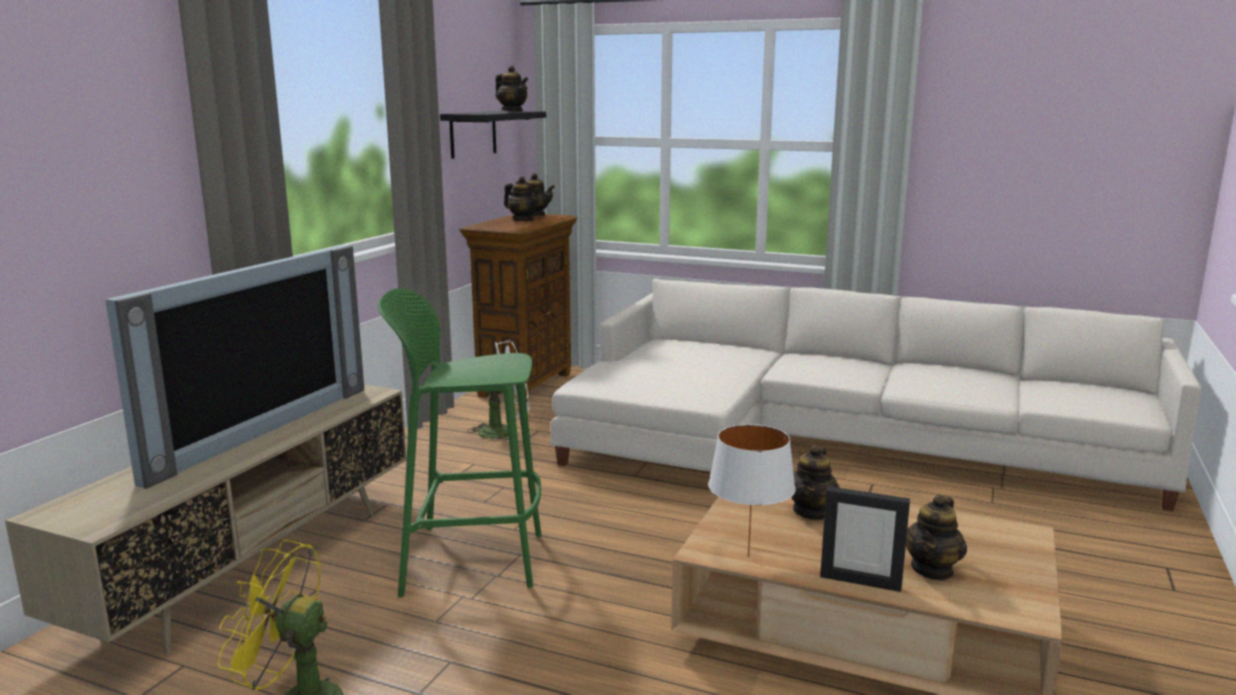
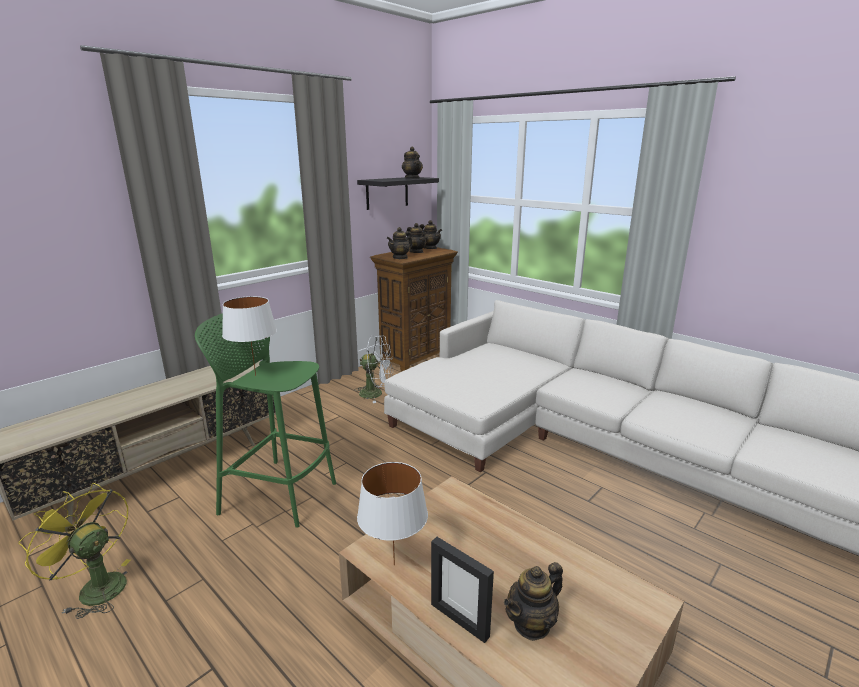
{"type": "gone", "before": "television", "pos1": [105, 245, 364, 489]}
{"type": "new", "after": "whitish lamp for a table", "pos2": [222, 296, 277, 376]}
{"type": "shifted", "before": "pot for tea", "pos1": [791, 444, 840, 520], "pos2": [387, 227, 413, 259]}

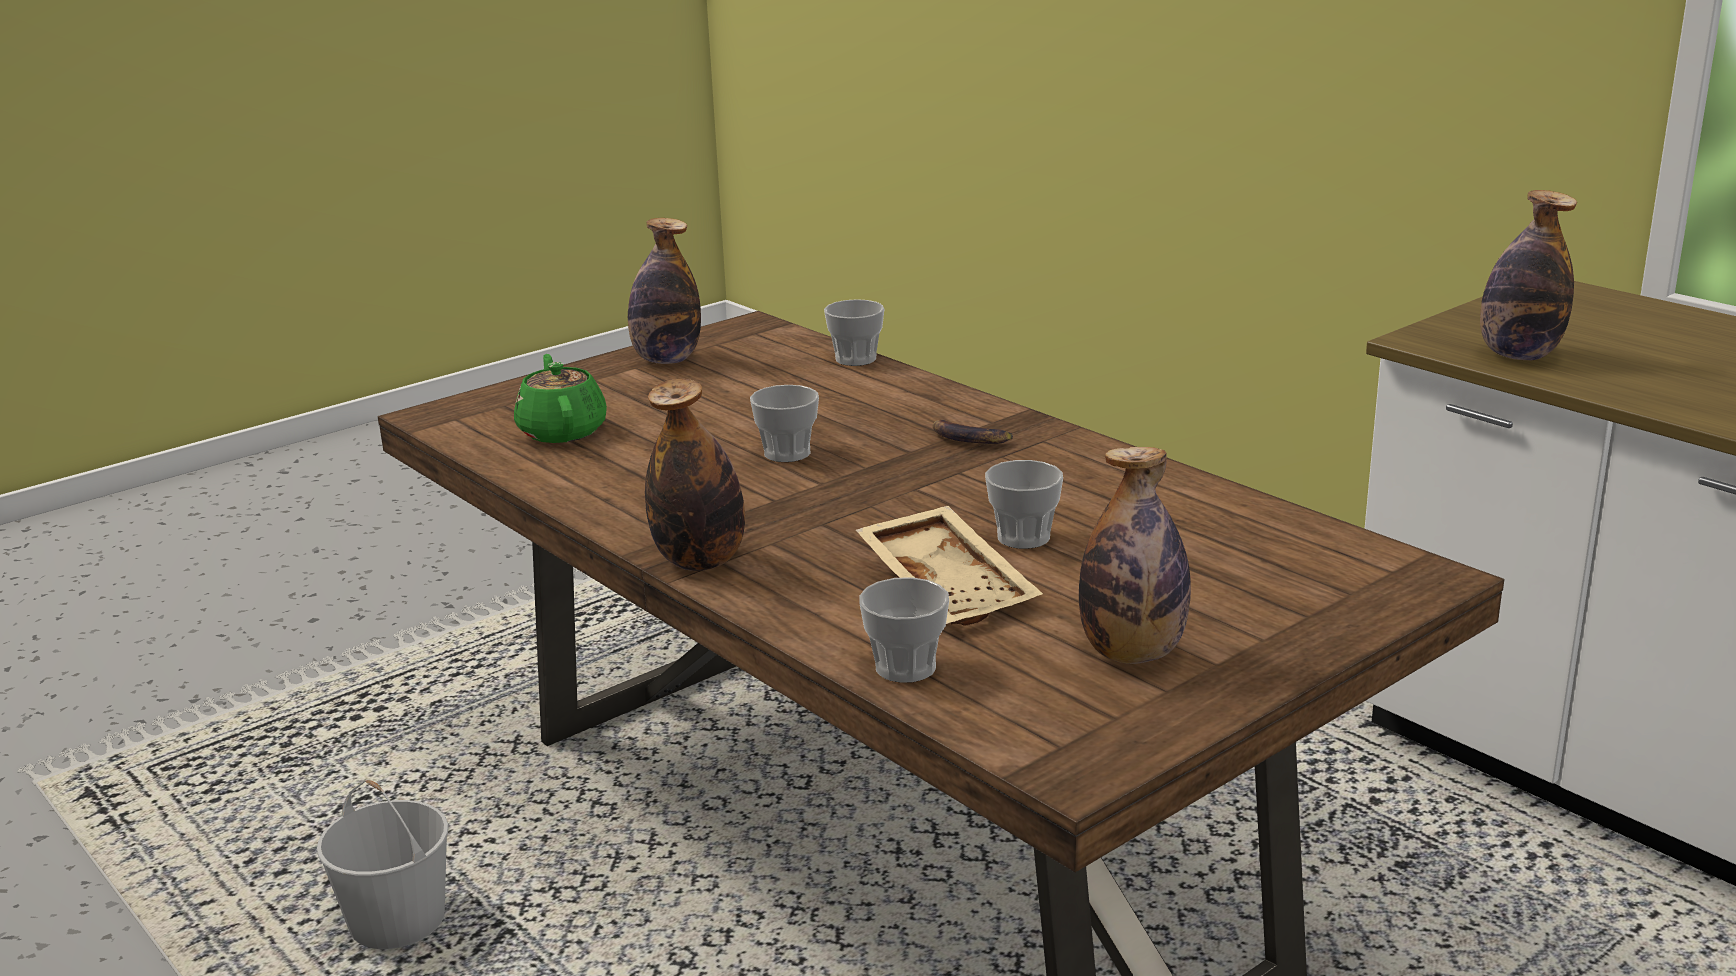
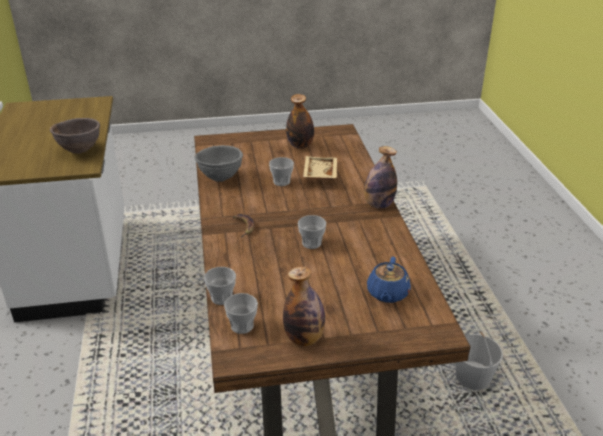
{"type": "new", "after": "greyish deep dish", "pos2": [194, 145, 243, 182]}
{"type": "shifted", "before": "cup", "pos1": [859, 577, 949, 683], "pos2": [224, 293, 258, 334]}
{"type": "swapped", "before": "drink bottle", "after": "brown-coloured deep dish", "pos1": [1480, 190, 1577, 360], "pos2": [50, 118, 100, 154]}
{"type": "repainted", "before": "greenish pot for tea", "after": "blue-coloured pot for tea", "pos1": [514, 354, 607, 443], "pos2": [367, 257, 411, 303]}

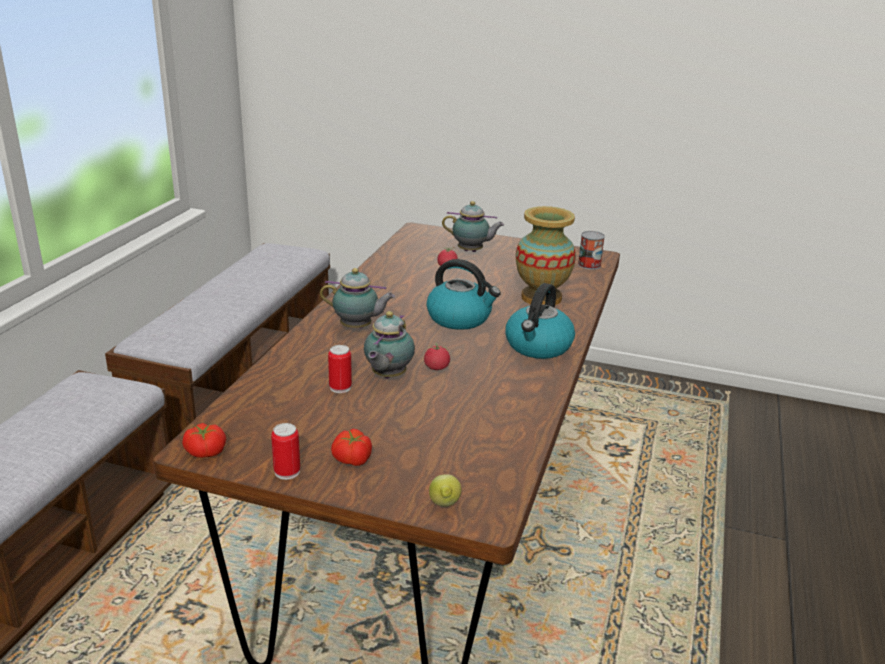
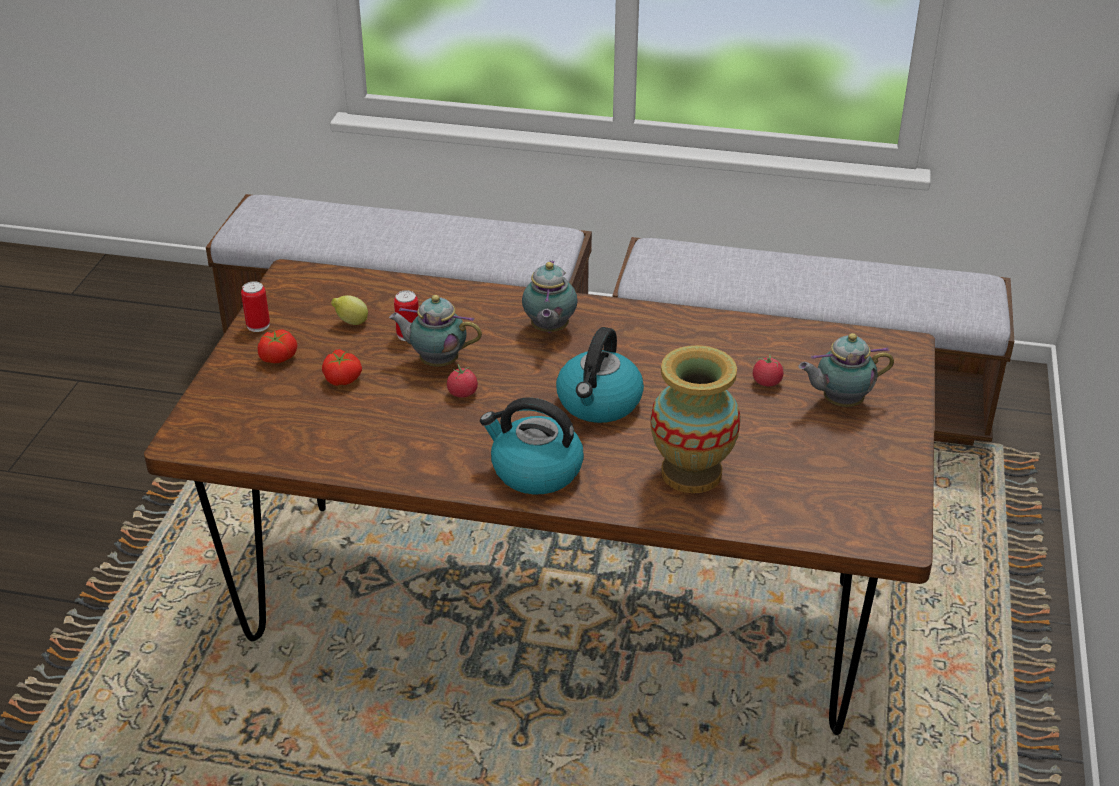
{"type": "gone", "before": "can", "pos1": [578, 231, 605, 270]}
{"type": "shifted", "before": "whole tomato", "pos1": [183, 423, 226, 458], "pos2": [322, 349, 362, 386]}
{"type": "shifted", "before": "citrus fruit", "pos1": [429, 474, 461, 507], "pos2": [331, 295, 368, 325]}
{"type": "rotated", "before": "pot for tea", "pos1": [442, 201, 504, 252], "pos2": [798, 333, 894, 407], "turn": 75}

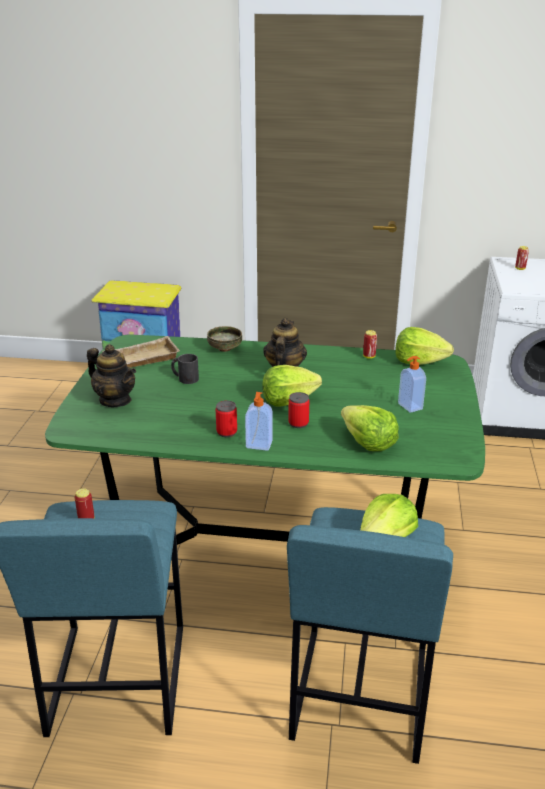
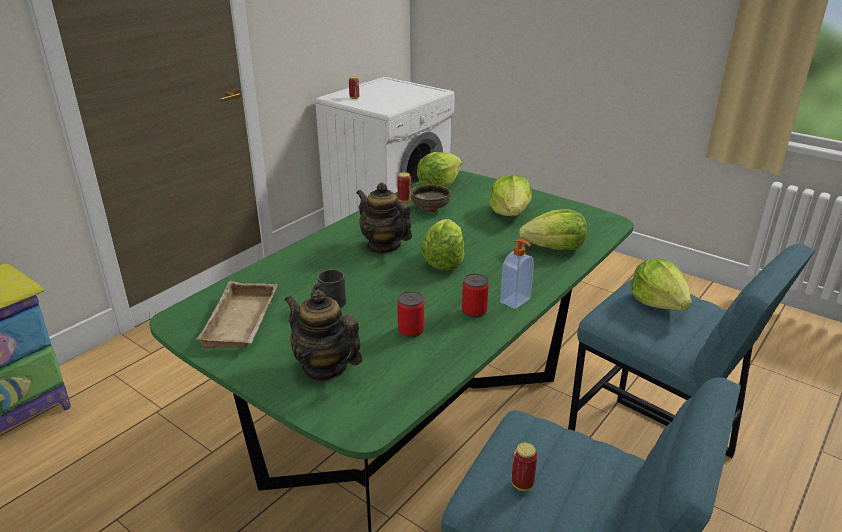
{"type": "shifted", "before": "deep dish", "pos1": [207, 326, 242, 352], "pos2": [411, 185, 450, 212]}
{"type": "shifted", "before": "can", "pos1": [288, 392, 309, 428], "pos2": [397, 291, 424, 338]}
{"type": "swapped", "before": "soap dispenser", "after": "lettuce head", "pos1": [398, 356, 426, 413], "pos2": [489, 175, 532, 216]}
{"type": "rotated", "before": "pot for tea", "pos1": [87, 344, 136, 407], "pos2": [284, 290, 363, 382], "turn": -120}

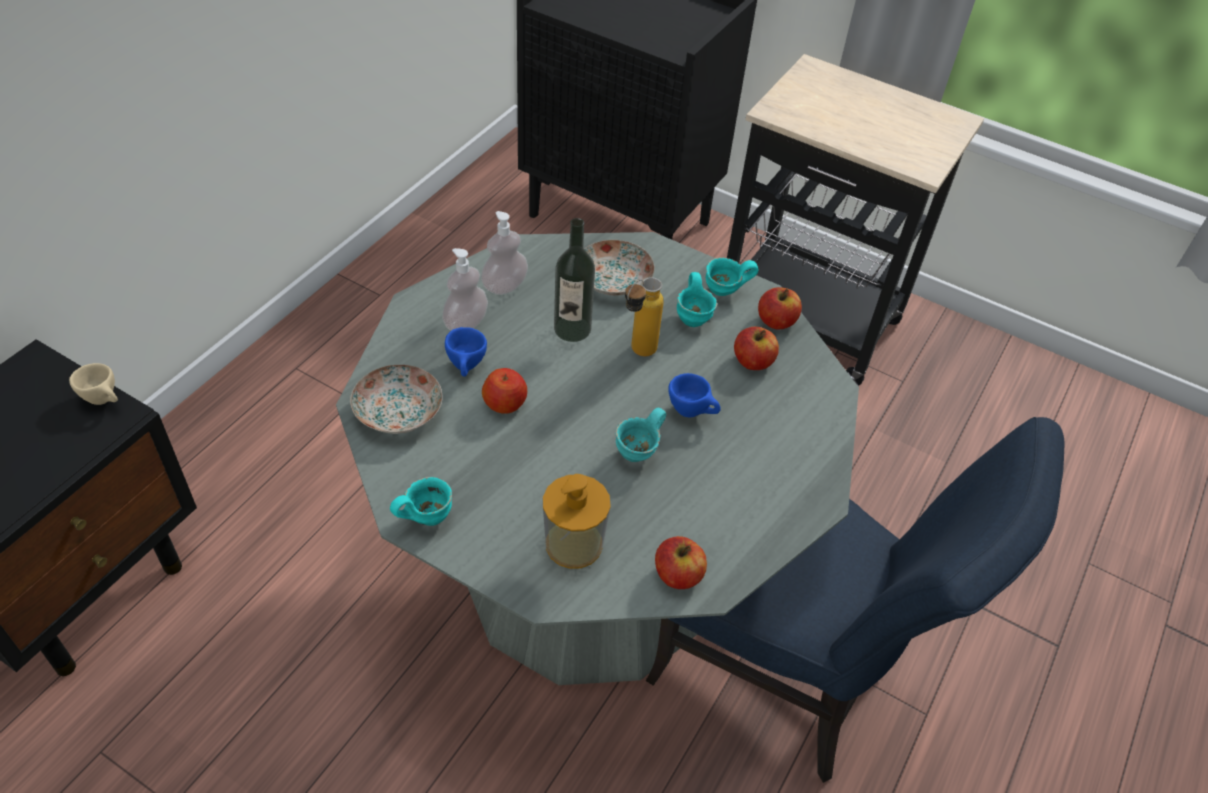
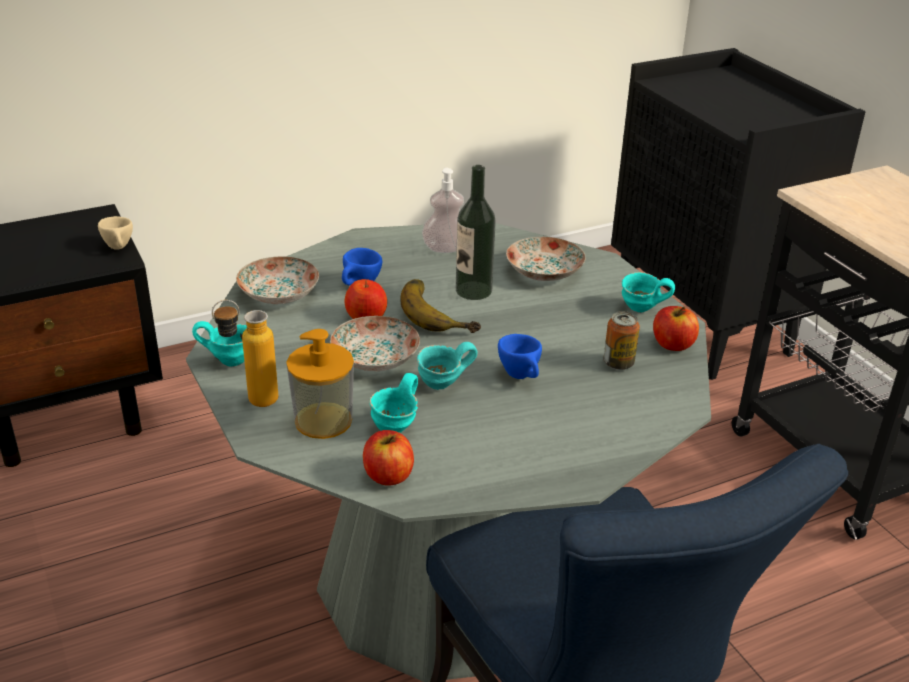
{"type": "gone", "before": "soap dispenser", "pos1": [442, 248, 488, 330]}
{"type": "new", "after": "flat dish", "pos2": [330, 316, 420, 372]}
{"type": "new", "after": "banana fruit", "pos2": [400, 279, 481, 333]}
{"type": "shifted", "before": "drink bottle", "pos1": [625, 277, 664, 356], "pos2": [212, 300, 278, 407]}
{"type": "shifted", "before": "turquoise-coloured coffee mug", "pos1": [677, 272, 717, 327], "pos2": [369, 373, 418, 433]}
{"type": "swapped", "before": "whole apple", "after": "can", "pos1": [734, 327, 779, 370], "pos2": [603, 311, 640, 370]}

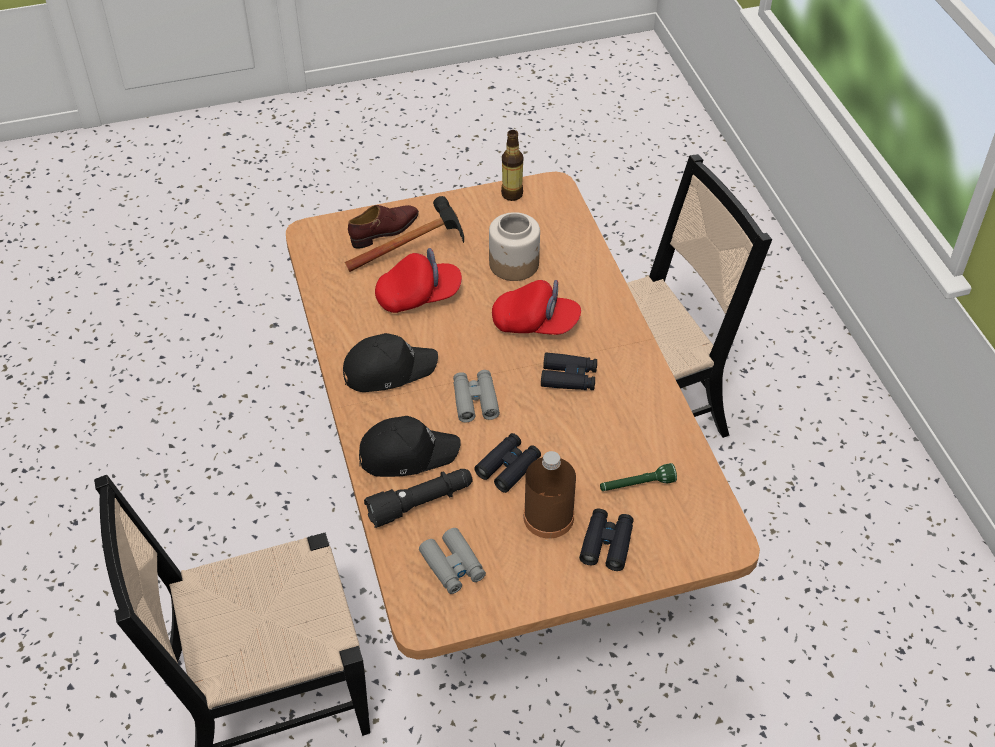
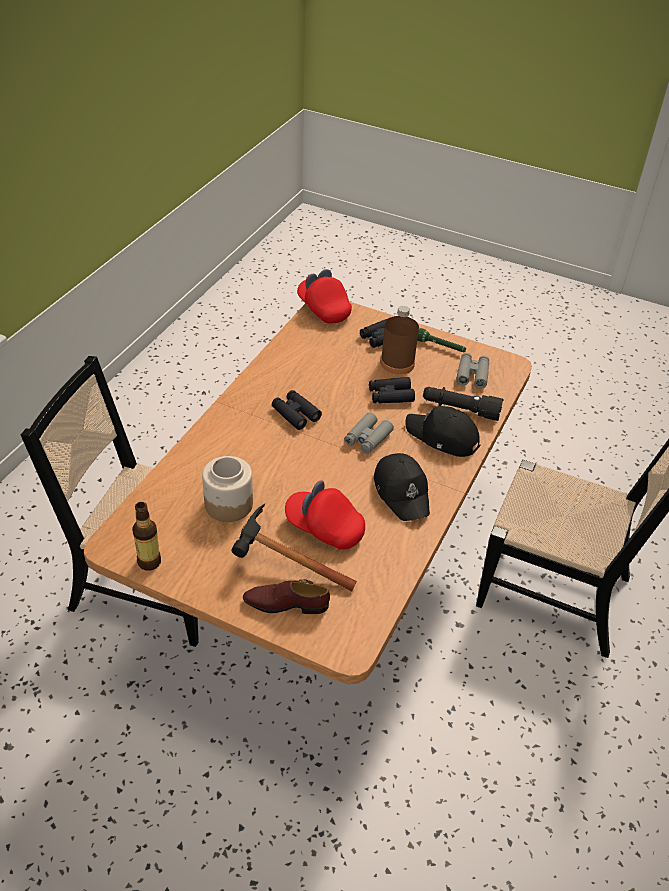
{"type": "shifted", "before": "red-coloured peaked cap", "pos1": [492, 280, 581, 335], "pos2": [297, 269, 352, 324]}
{"type": "shifted", "before": "greenish hand torch", "pos1": [600, 463, 677, 491], "pos2": [417, 328, 466, 352]}
{"type": "rotated", "before": "blackish peaked cap", "pos1": [343, 333, 438, 392], "pos2": [374, 453, 430, 521], "turn": -135}

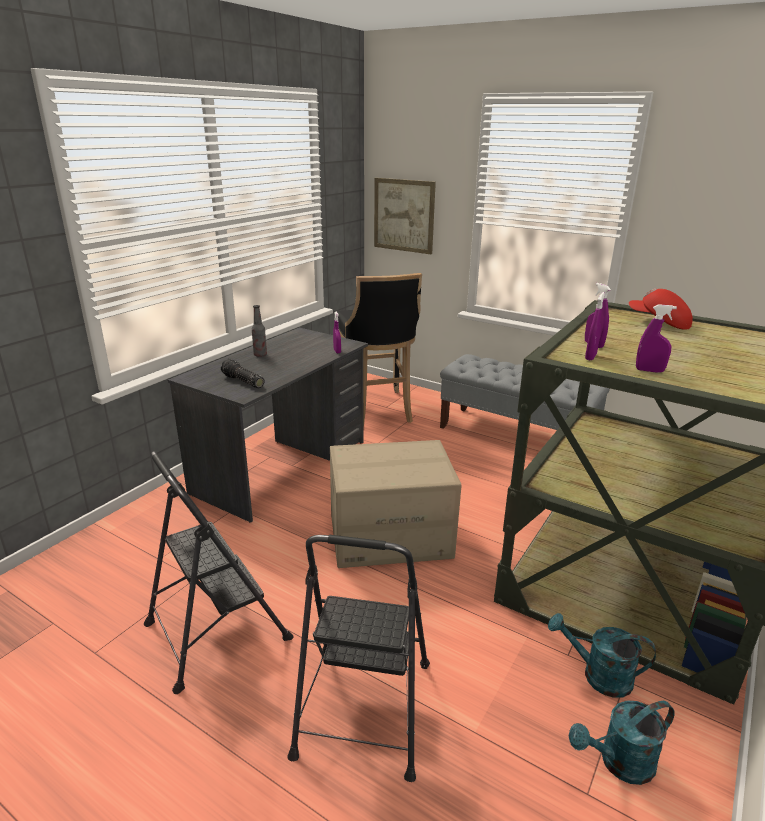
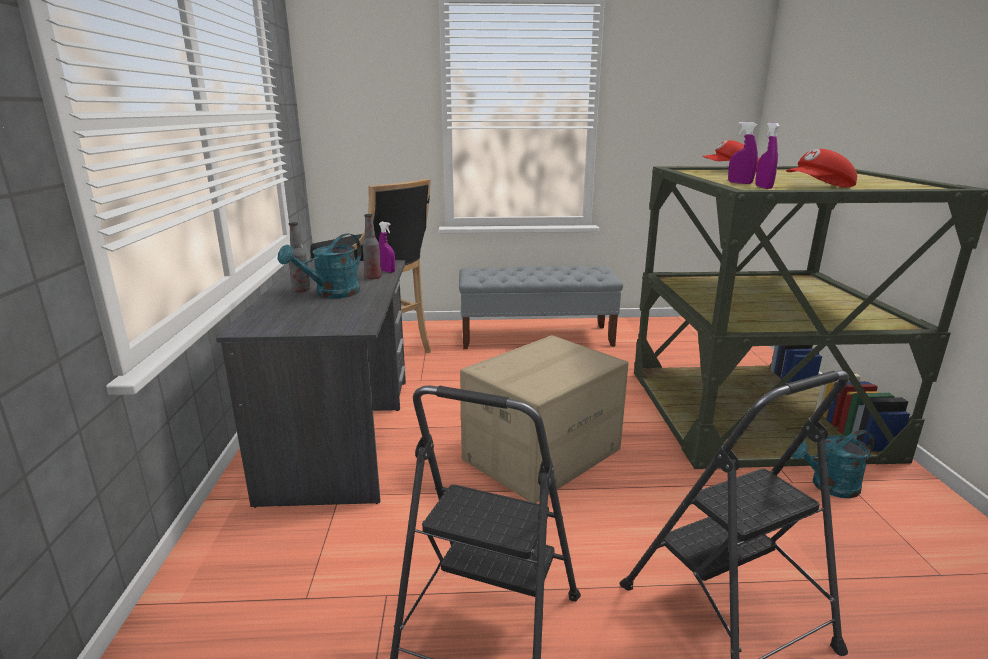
{"type": "gone", "before": "hand torch", "pos1": [221, 359, 265, 388]}
{"type": "gone", "before": "wall art", "pos1": [374, 178, 436, 254]}
{"type": "new", "after": "drink bottle", "pos2": [362, 214, 382, 279]}
{"type": "shifted", "before": "turquoise-coloured watering can", "pos1": [568, 701, 675, 785], "pos2": [278, 233, 361, 299]}
{"type": "swapped", "before": "purple sprayer", "after": "red-coloured peaked cap", "pos1": [636, 304, 677, 373], "pos2": [786, 149, 857, 187]}

